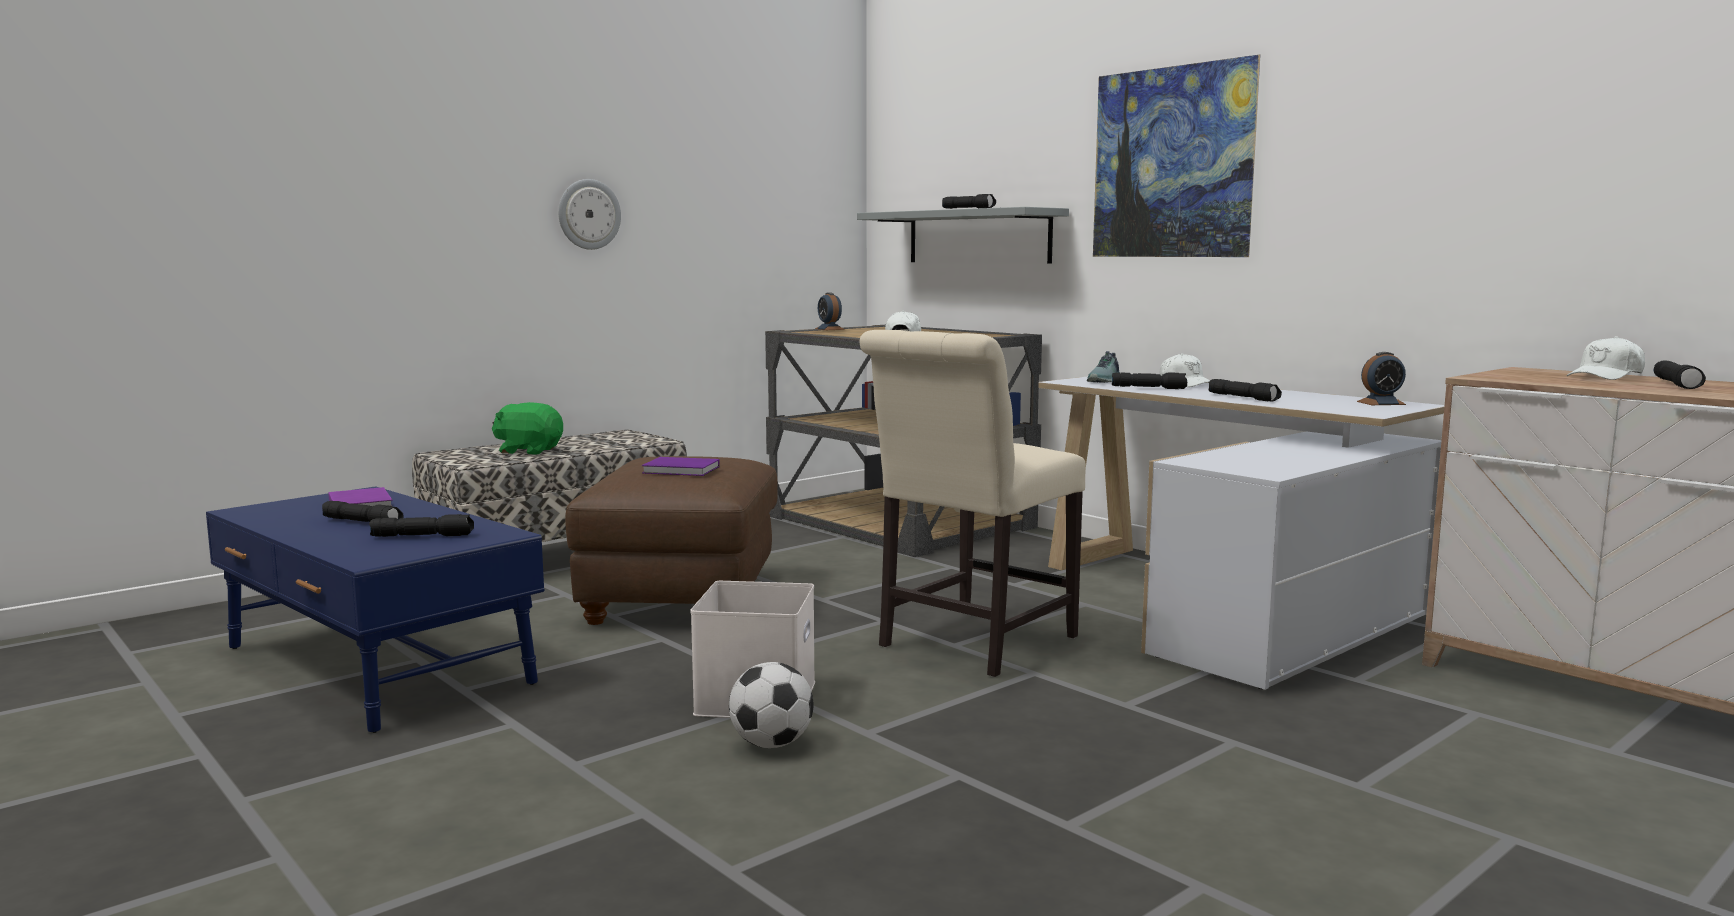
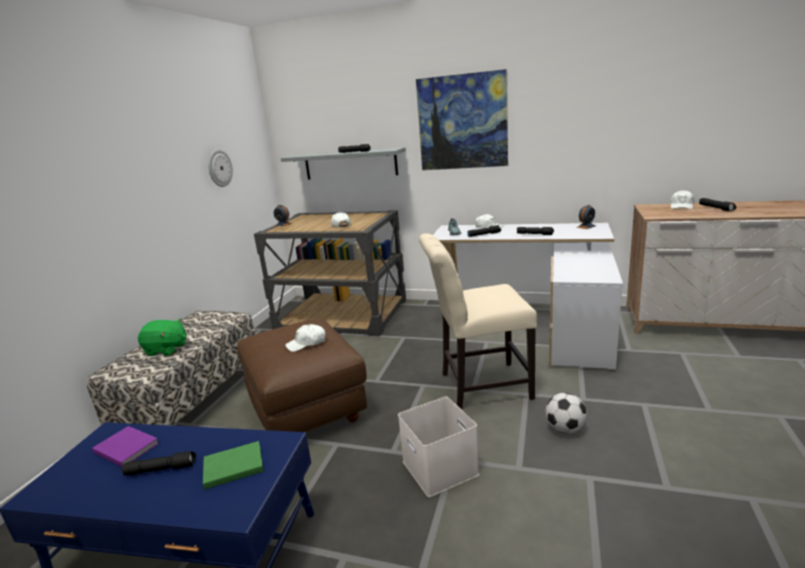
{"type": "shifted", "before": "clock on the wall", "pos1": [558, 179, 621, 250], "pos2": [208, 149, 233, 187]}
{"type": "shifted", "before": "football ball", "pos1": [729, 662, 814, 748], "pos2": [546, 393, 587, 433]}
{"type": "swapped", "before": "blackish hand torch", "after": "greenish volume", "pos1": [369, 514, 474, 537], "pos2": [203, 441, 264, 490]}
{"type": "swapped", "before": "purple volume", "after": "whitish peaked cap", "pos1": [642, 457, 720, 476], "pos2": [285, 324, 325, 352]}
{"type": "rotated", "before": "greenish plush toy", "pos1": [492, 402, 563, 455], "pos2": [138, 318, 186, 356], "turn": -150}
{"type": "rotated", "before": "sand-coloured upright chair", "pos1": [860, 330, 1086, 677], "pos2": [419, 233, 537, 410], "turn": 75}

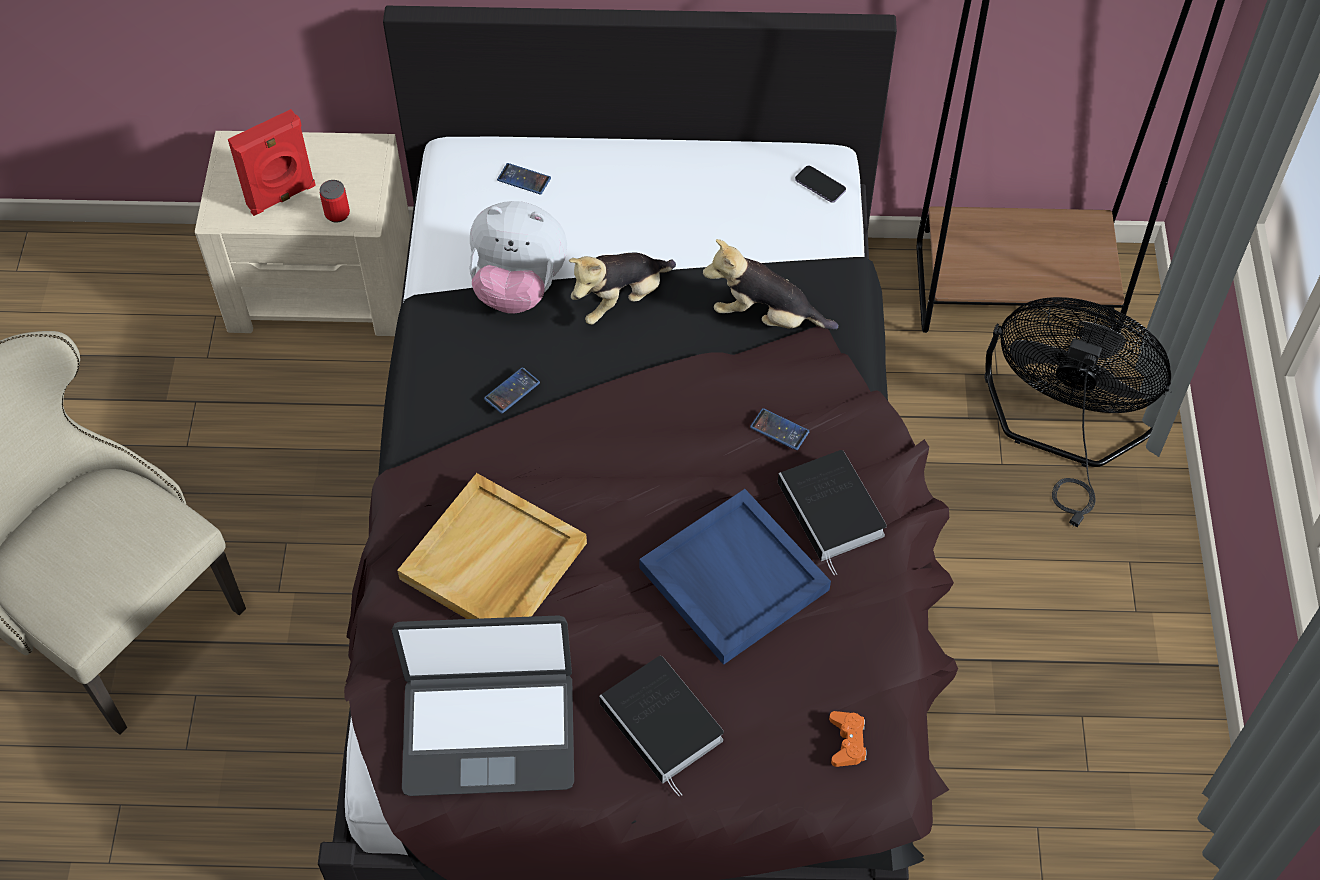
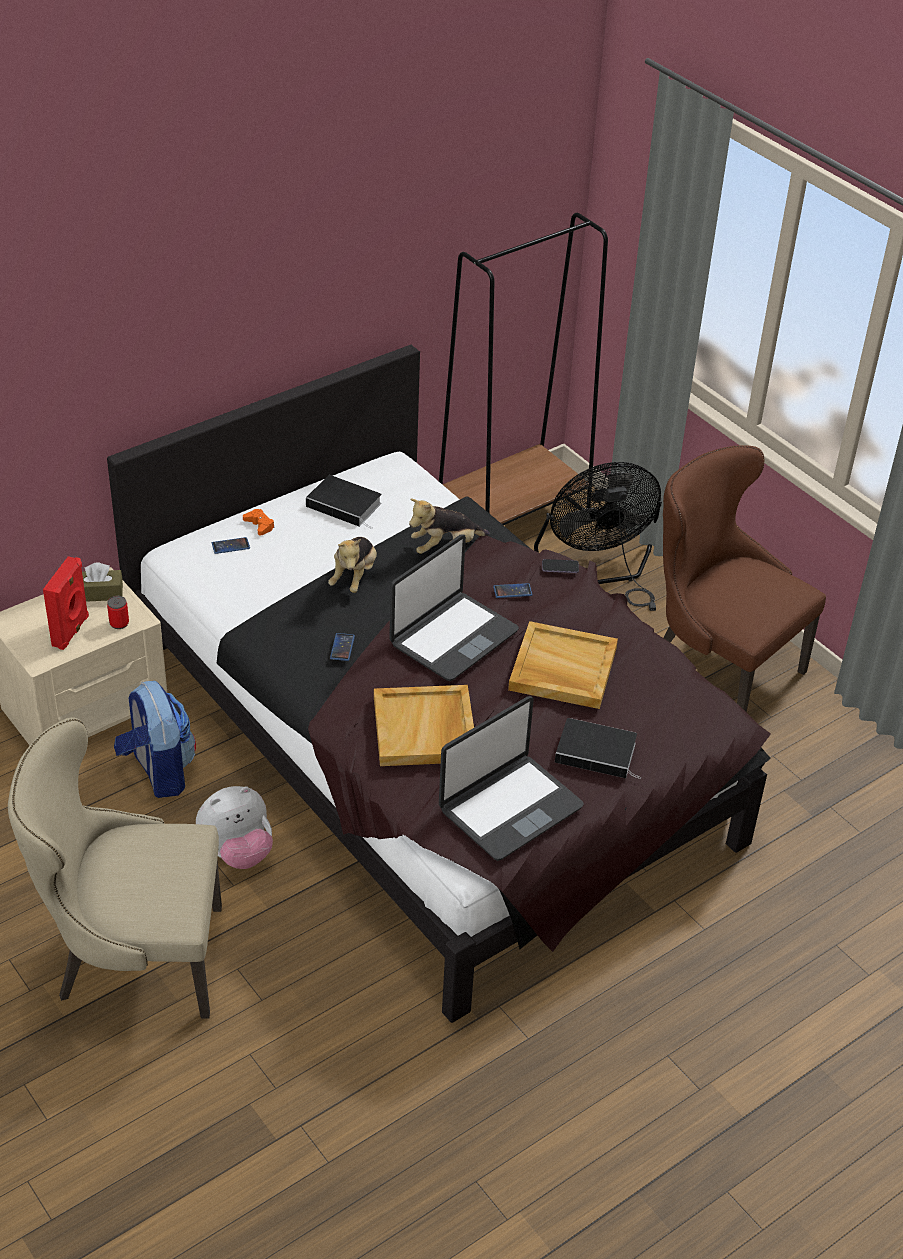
{"type": "new", "after": "brown-coloured tissue holder", "pos2": [82, 562, 123, 602]}
{"type": "new", "after": "knapsack", "pos2": [114, 681, 196, 798]}
{"type": "new", "after": "portable computer", "pos2": [389, 534, 519, 681]}
{"type": "new", "after": "brown-coloured upright chair", "pos2": [663, 445, 826, 712]}
{"type": "shifted", "before": "plush toy", "pos1": [469, 201, 567, 314], "pos2": [196, 786, 273, 869]}
{"type": "shifted", "before": "volume", "pos1": [778, 450, 887, 575], "pos2": [306, 475, 382, 529]}
{"type": "shifted", "before": "handset", "pos1": [795, 166, 846, 203], "pos2": [542, 559, 579, 573]}
{"type": "shifted", "before": "orange-coloured gamepad", "pos1": [829, 711, 867, 767], "pos2": [243, 509, 275, 535]}
{"type": "repainted", "before": "blue-coloured tray", "after": "sand-coloured tray", "pos1": [639, 489, 831, 665], "pos2": [508, 621, 618, 709]}

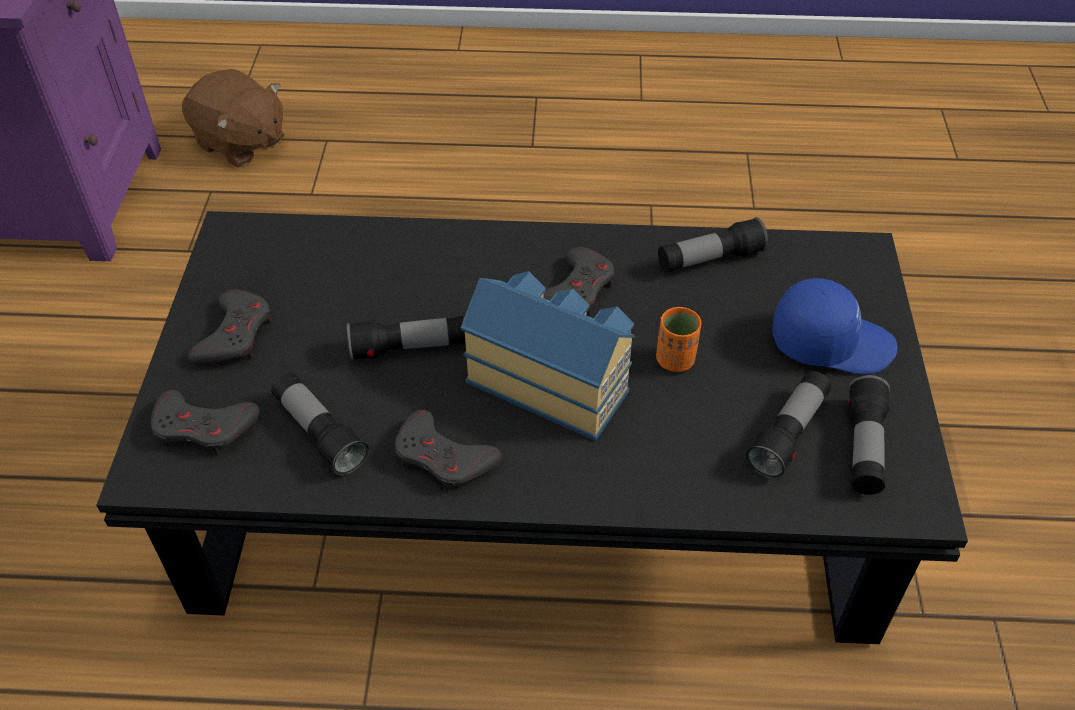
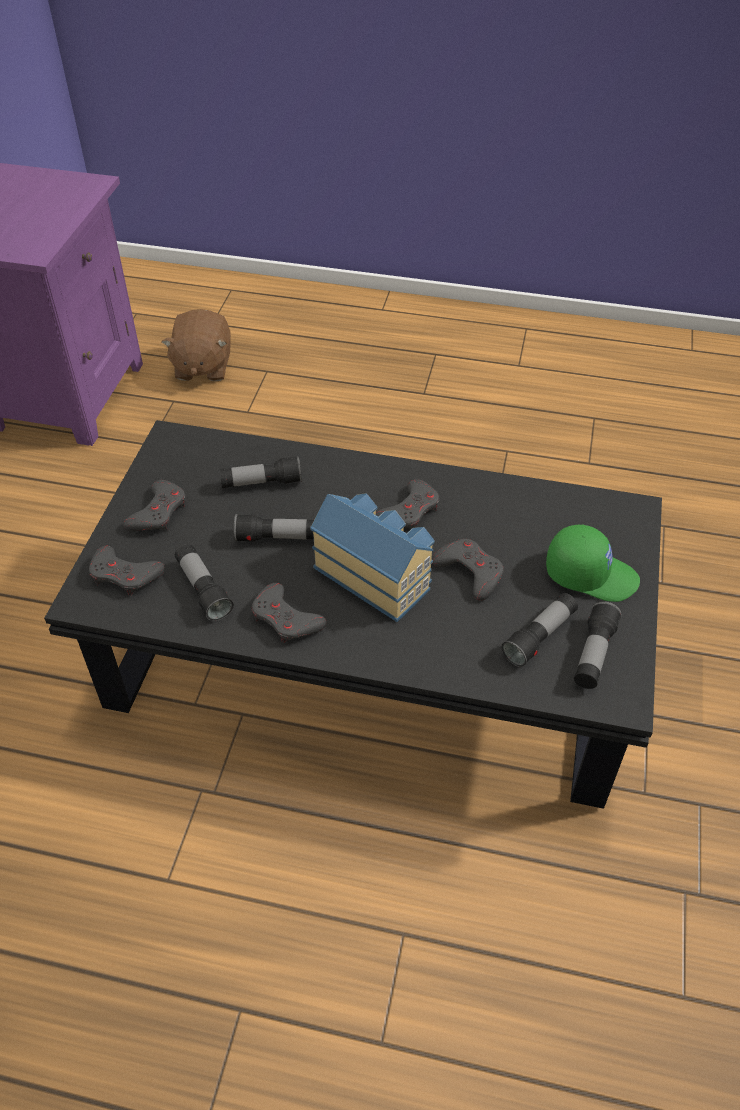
{"type": "shifted", "before": "hand torch", "pos1": [658, 217, 768, 272], "pos2": [220, 456, 302, 488]}
{"type": "swapped", "before": "orange-coloured cup", "after": "greyish gamepad", "pos1": [656, 307, 701, 372], "pos2": [432, 539, 504, 601]}
{"type": "repainted", "before": "blue-coloured peaked cap", "after": "greenish peaked cap", "pos1": [772, 278, 897, 374], "pos2": [546, 524, 640, 602]}
{"type": "rotated", "before": "brown-coloured plush toy", "pos1": [182, 69, 284, 168], "pos2": [161, 309, 231, 381], "turn": 45}

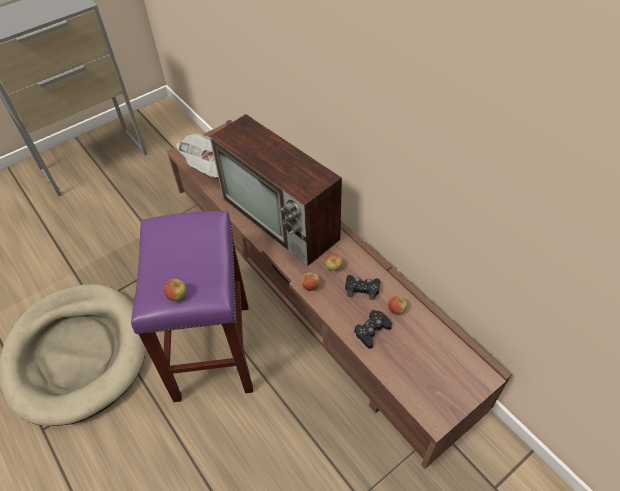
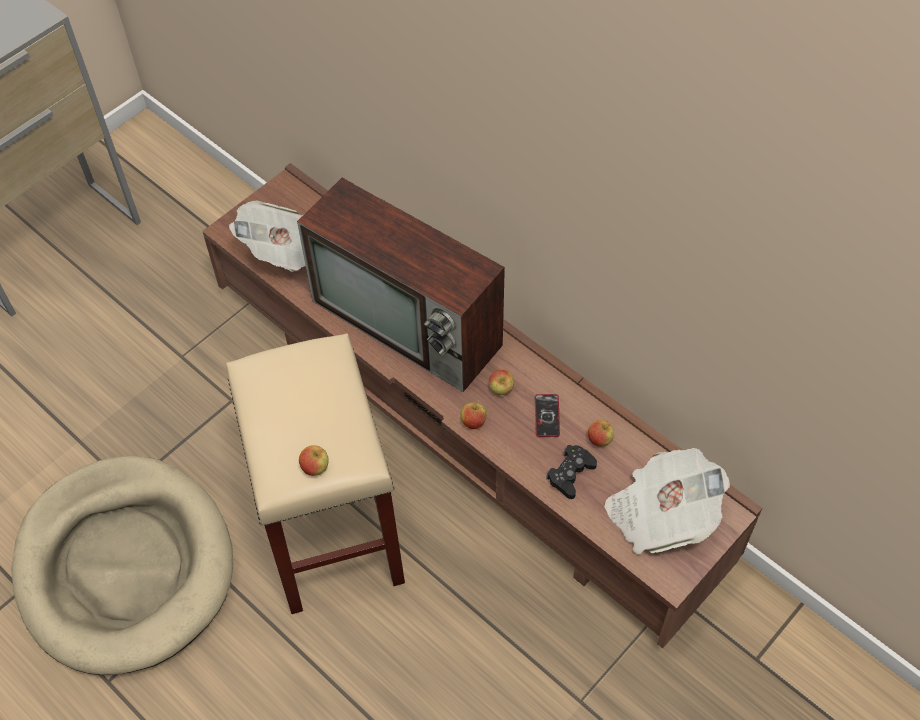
{"type": "new", "after": "daily paper", "pos2": [604, 448, 730, 554]}
{"type": "swapped", "before": "blackish gamepad", "after": "handset", "pos1": [345, 275, 381, 300], "pos2": [535, 394, 560, 437]}
{"type": "repainted", "before": "purple stool", "after": "sand-coloured stool", "pos1": [131, 211, 253, 402], "pos2": [226, 333, 405, 614]}

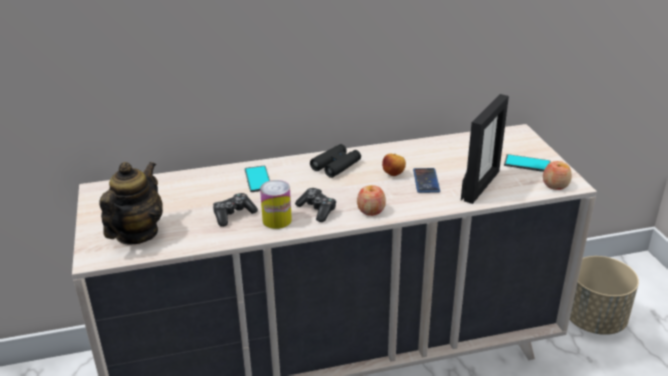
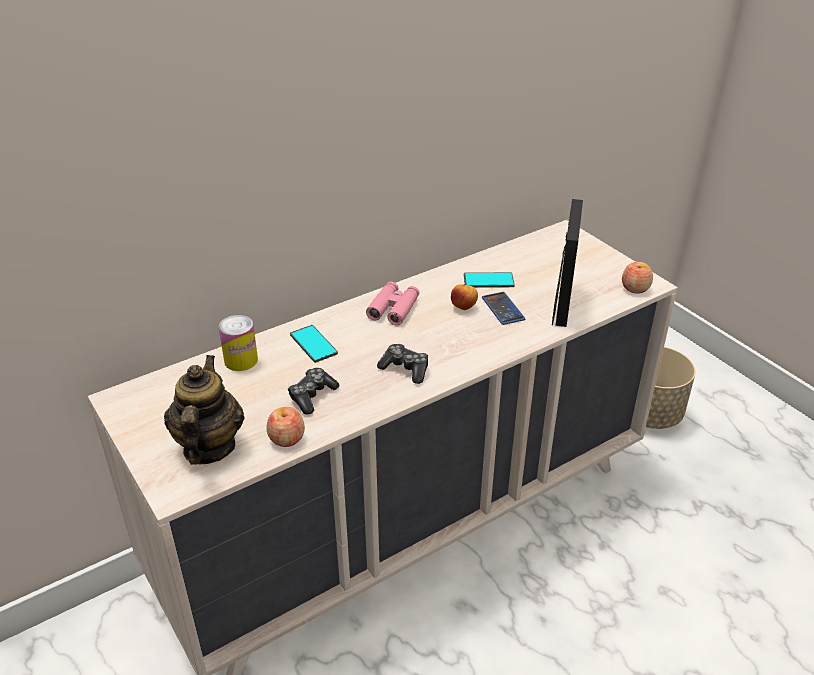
{"type": "shifted", "before": "can", "pos1": [260, 180, 292, 229], "pos2": [219, 315, 258, 371]}
{"type": "shifted", "before": "whole apple", "pos1": [357, 185, 386, 216], "pos2": [267, 407, 305, 447]}
{"type": "shifted", "before": "handset", "pos1": [504, 154, 550, 172], "pos2": [464, 272, 515, 288]}
{"type": "repainted", "before": "blackish binoculars", "after": "pink-coloured binoculars", "pos1": [310, 144, 361, 178], "pos2": [366, 282, 419, 325]}

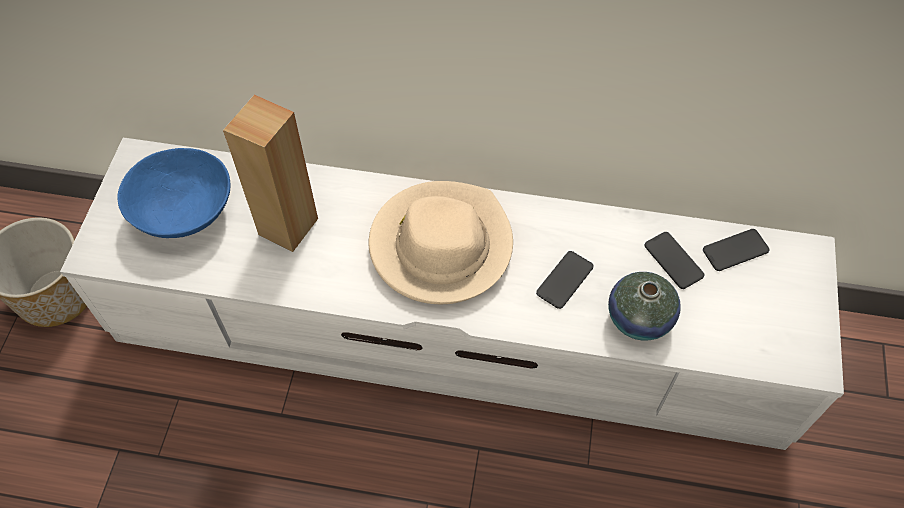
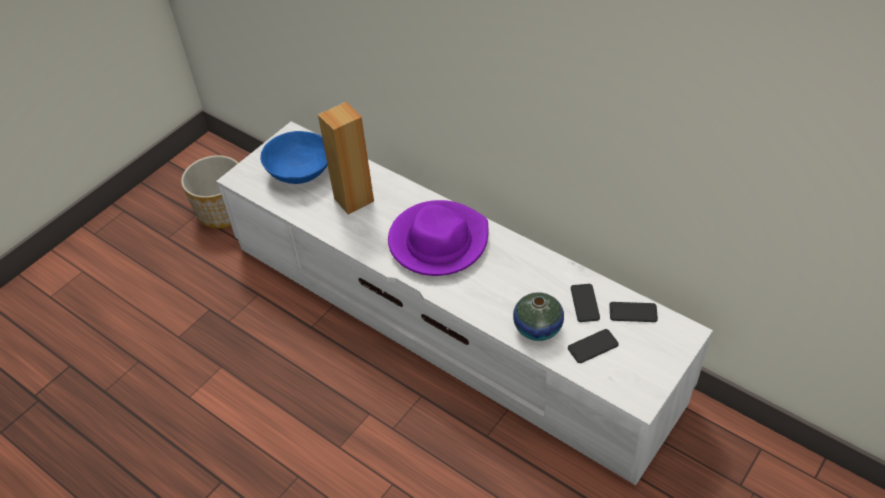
{"type": "shifted", "before": "handset", "pos1": [536, 251, 593, 309], "pos2": [568, 329, 619, 363]}
{"type": "repainted", "before": "sand-coloured wearable hat", "after": "purple wearable hat", "pos1": [369, 181, 513, 304], "pos2": [388, 200, 488, 276]}

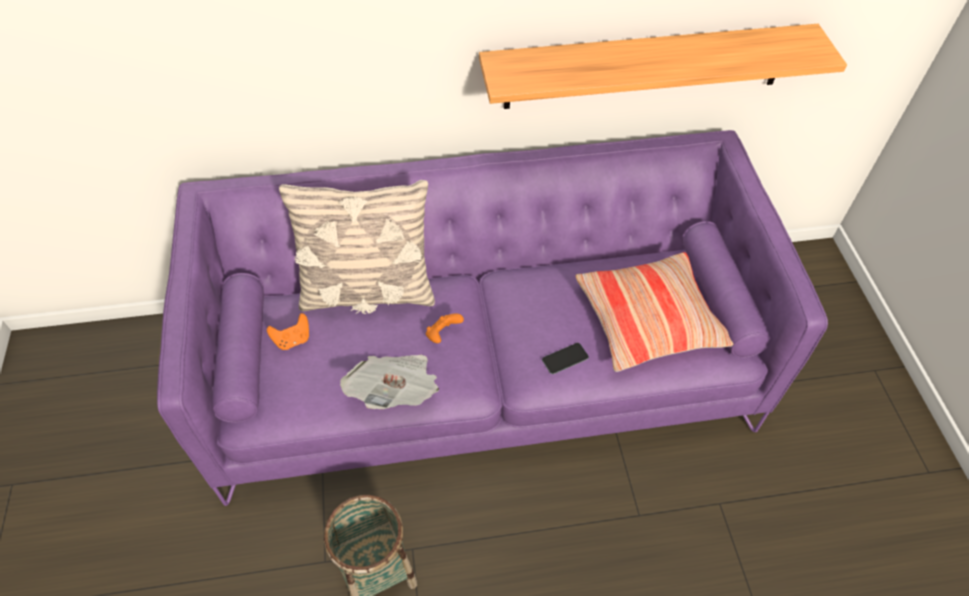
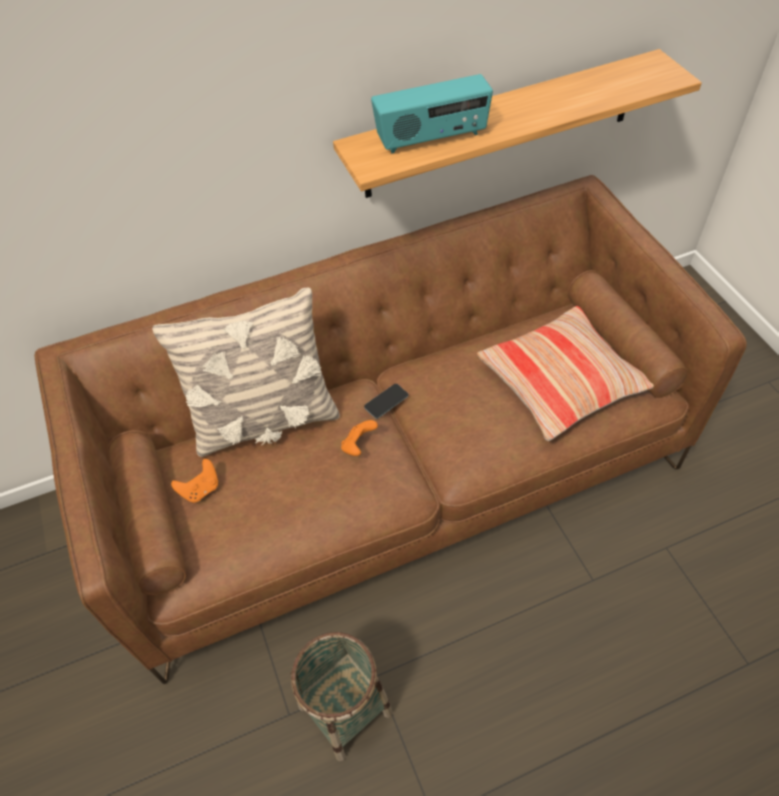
{"type": "gone", "before": "daily paper", "pos1": [340, 354, 439, 409]}
{"type": "new", "after": "radio", "pos2": [371, 74, 493, 154]}
{"type": "shifted", "before": "handset", "pos1": [542, 343, 589, 374], "pos2": [364, 384, 408, 419]}
{"type": "repainted", "before": "purple settee", "after": "brown-coloured settee", "pos1": [157, 130, 828, 506], "pos2": [34, 175, 747, 684]}

